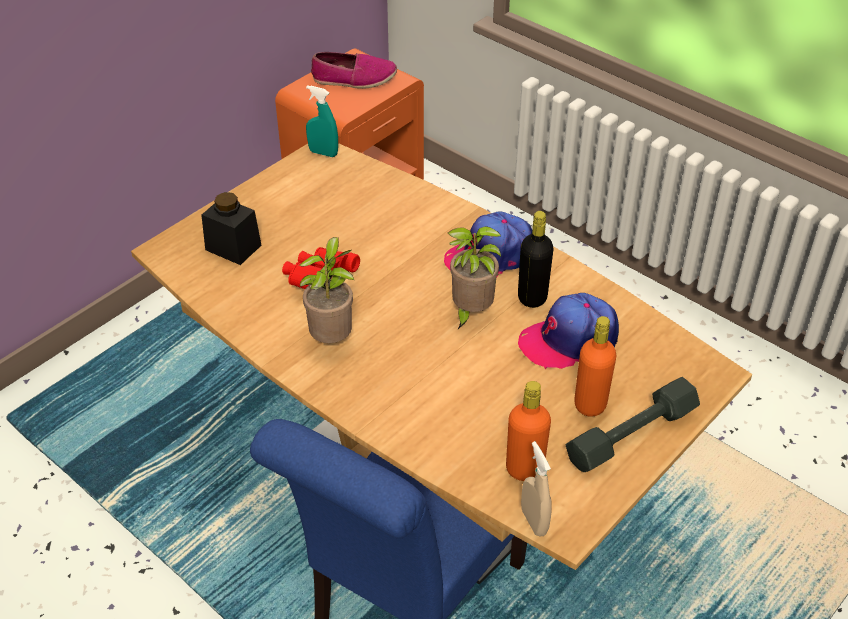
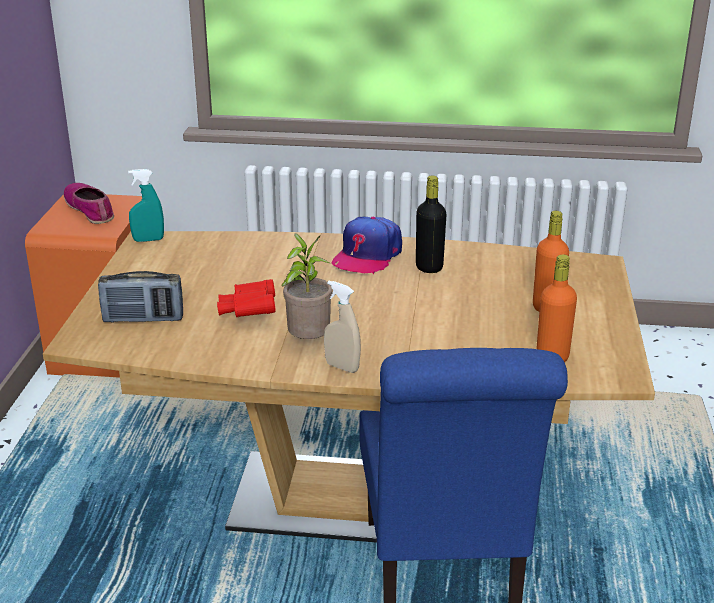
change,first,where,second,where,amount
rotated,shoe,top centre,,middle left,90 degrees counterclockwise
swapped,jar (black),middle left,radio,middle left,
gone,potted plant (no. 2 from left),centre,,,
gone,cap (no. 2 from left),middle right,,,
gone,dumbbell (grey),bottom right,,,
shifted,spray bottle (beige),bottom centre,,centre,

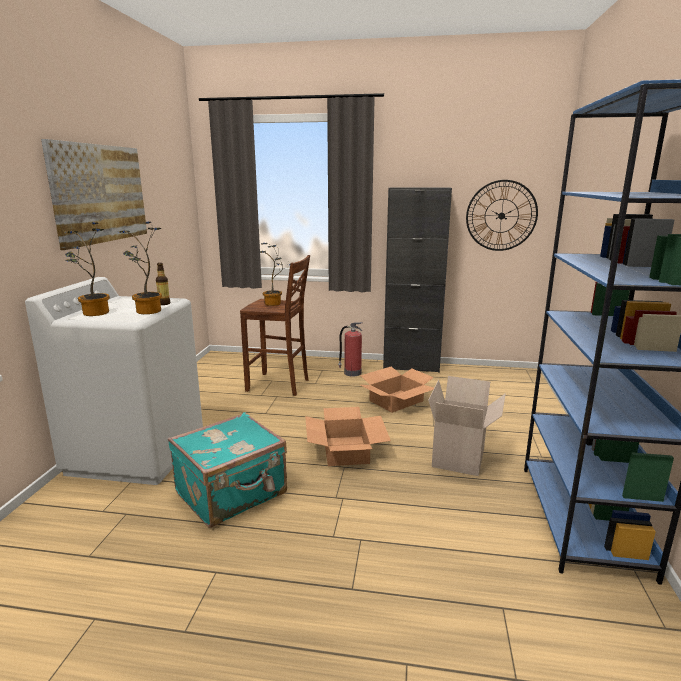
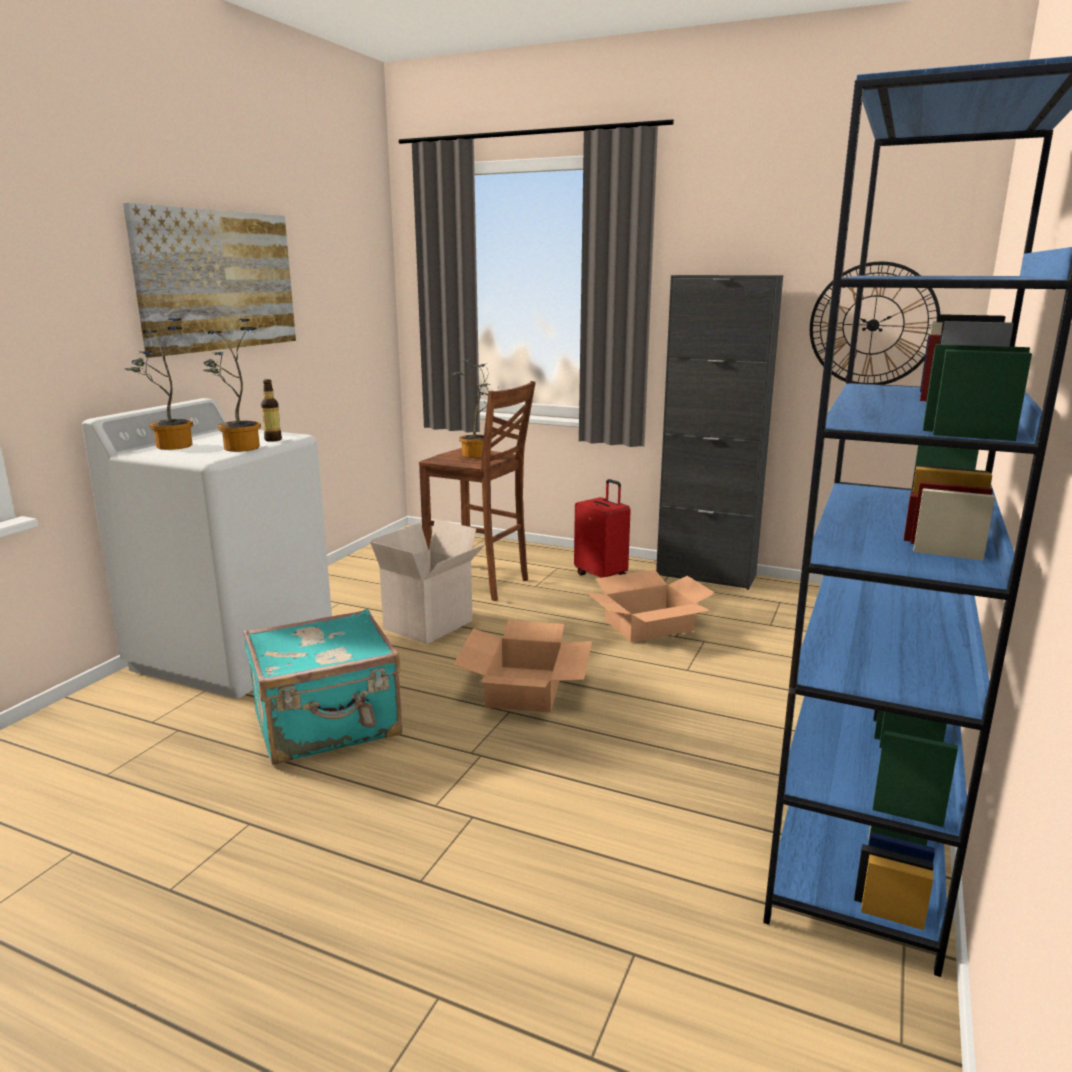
change,first,where,second,where,amount
swapped,fire extinguisher,centre,suitcase (red),centre,
shifted,cardboard box (no. 3 from left in the first image),middle right,cardboard box (no. 1 from left),centre,

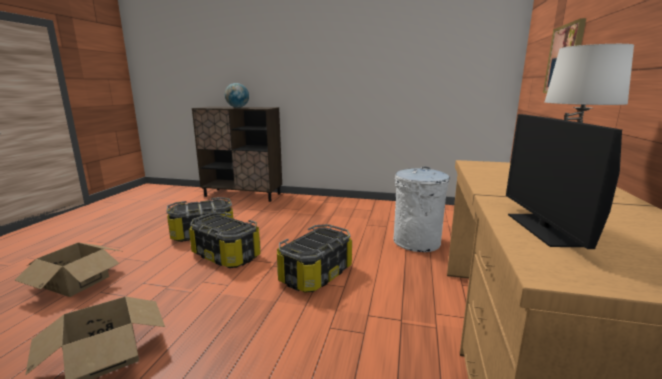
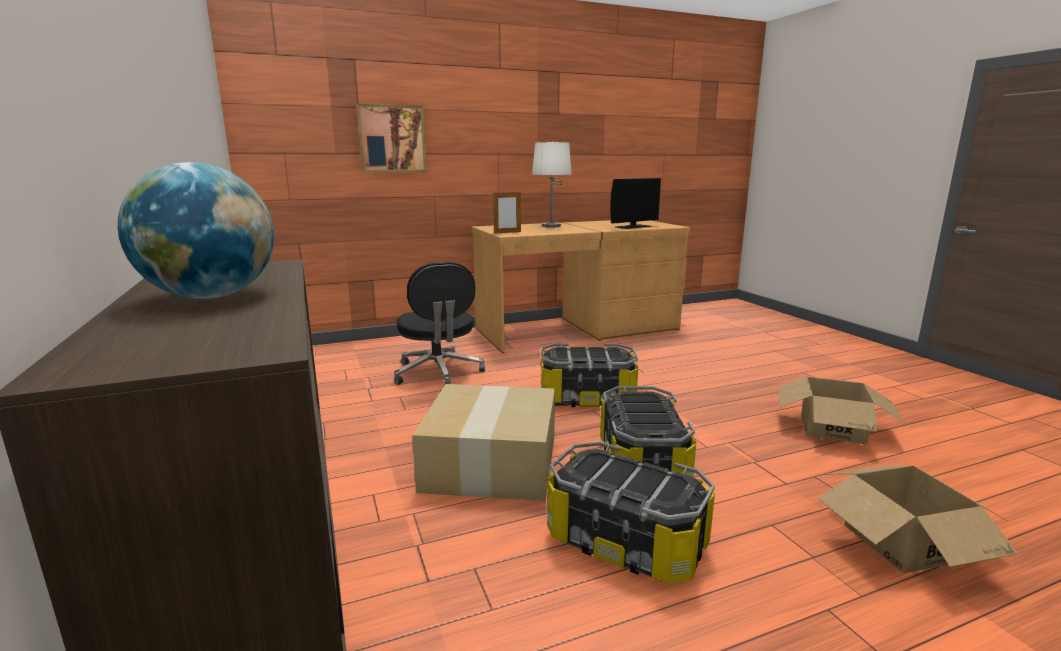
change,first,where,second,where,amount
swapped,trash can (white),centre,office chair (black),centre,
new,,,picture frame,top centre,
new,,,cardboard box (no. 1 from left),bottom centre,

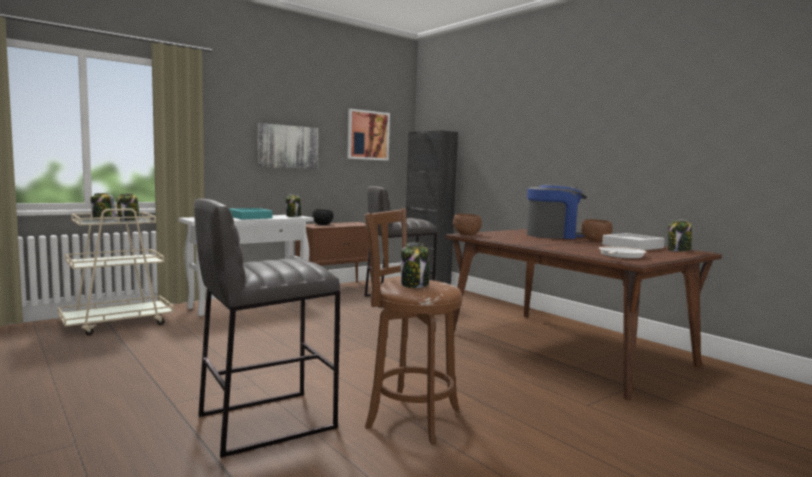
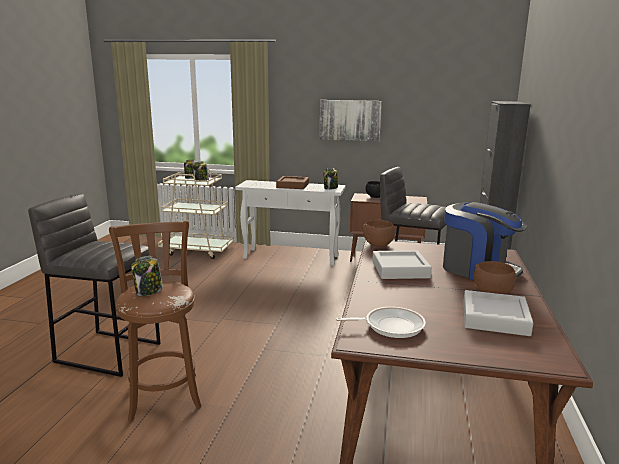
change,first,where,second,where,amount
gone,picture (no. 2 from left),top centre,,,
repainted,tray (turquoise),middle left,tray (brown),centre,
gone,jar (no. 5 from left),middle right,,,
new,,,tray (grey) (no. 1 from left),centre,

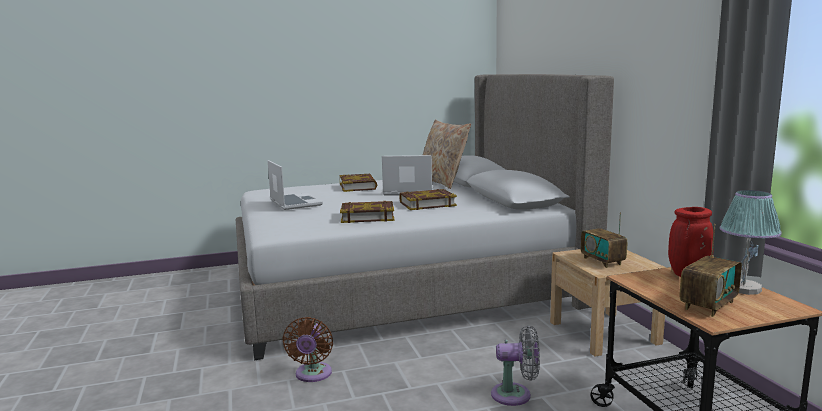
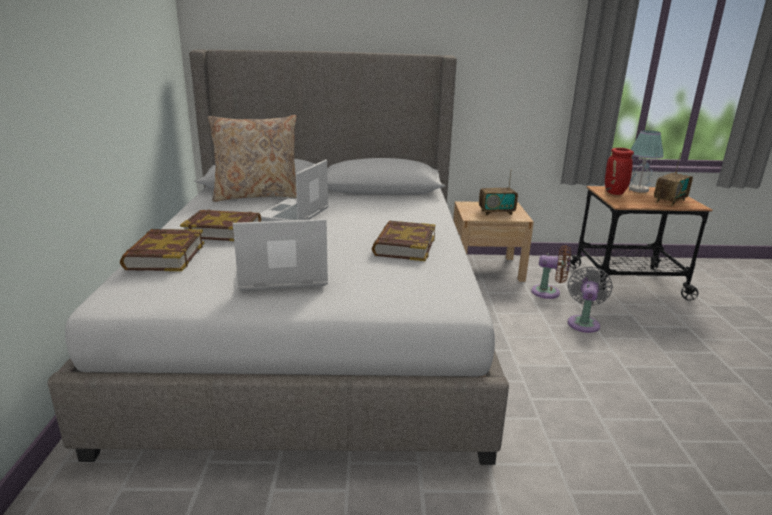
change,first,where,second,where,amount
shifted,book (no. 3 from left in the first image),centre,book (no. 1 from left),middle left,
rotated,radio (no. 2 from left),middle right,,middle right,75 degrees clockwise
shifted,fan (brown),bottom centre,,middle right,

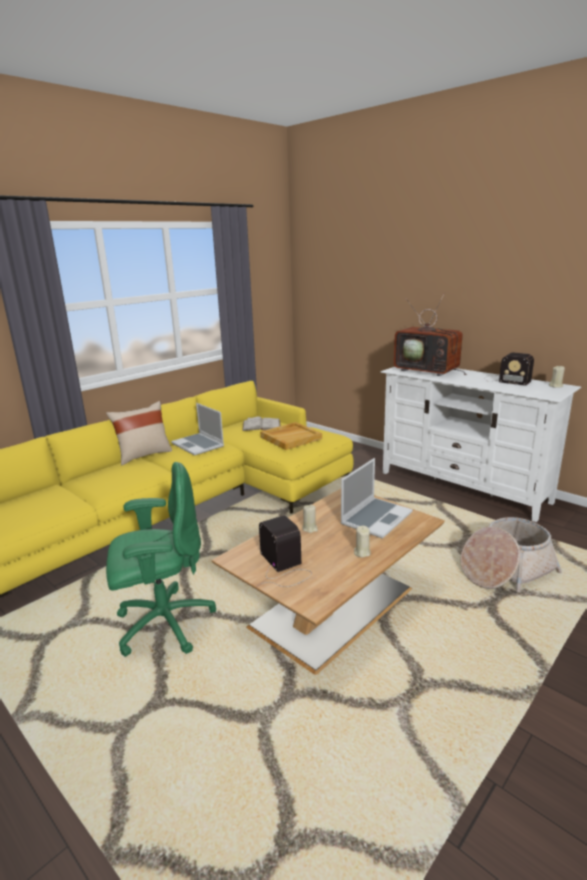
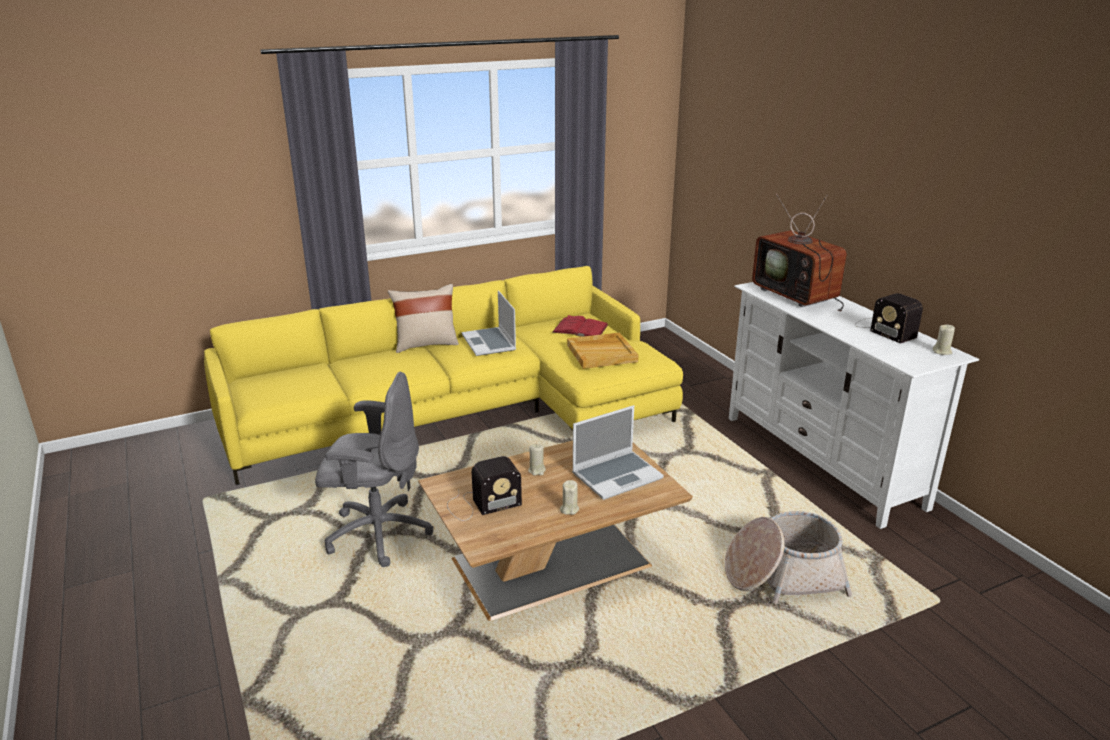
change,first,where,second,where,amount
repainted,book (white),centre,book (red),centre,
repainted,office chair (green),middle left,office chair (grey),centre,
rotated,radio (no. 1 from left),centre,,centre,75 degrees clockwise

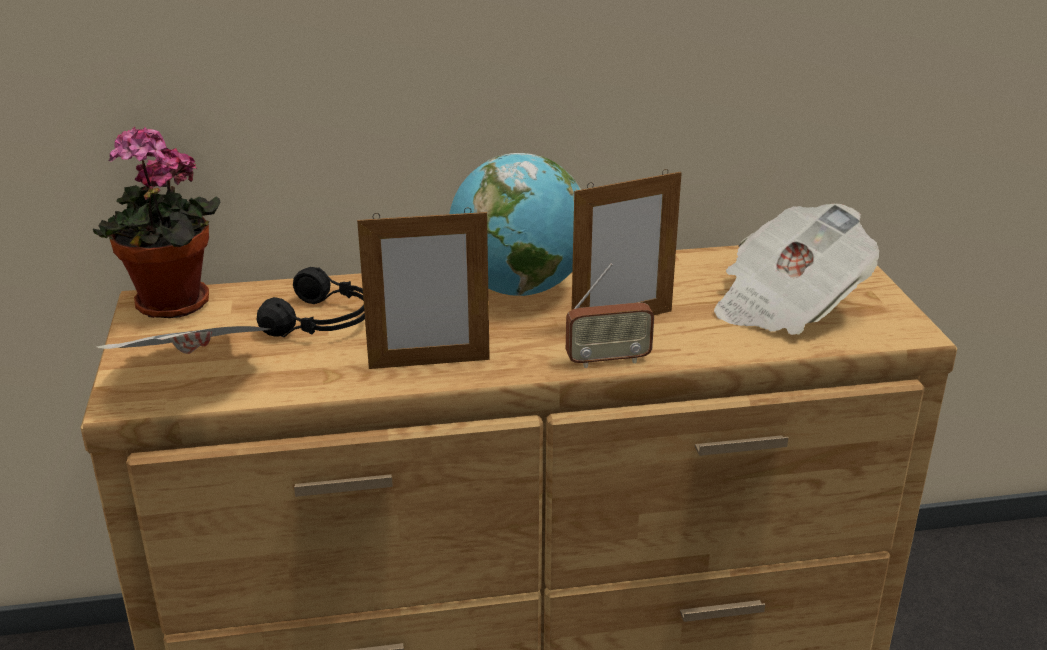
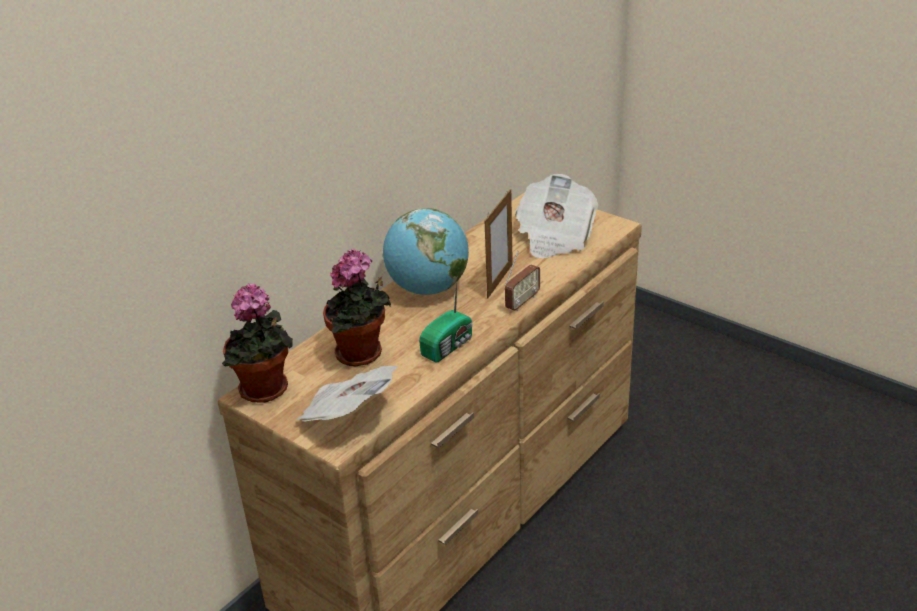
change,first,where,second,where,amount
swapped,picture frame (no. 1 from left),centre,radio (no. 1 from left),centre,
swapped,headphones (black),middle left,potted plant (no. 2 from left),centre,

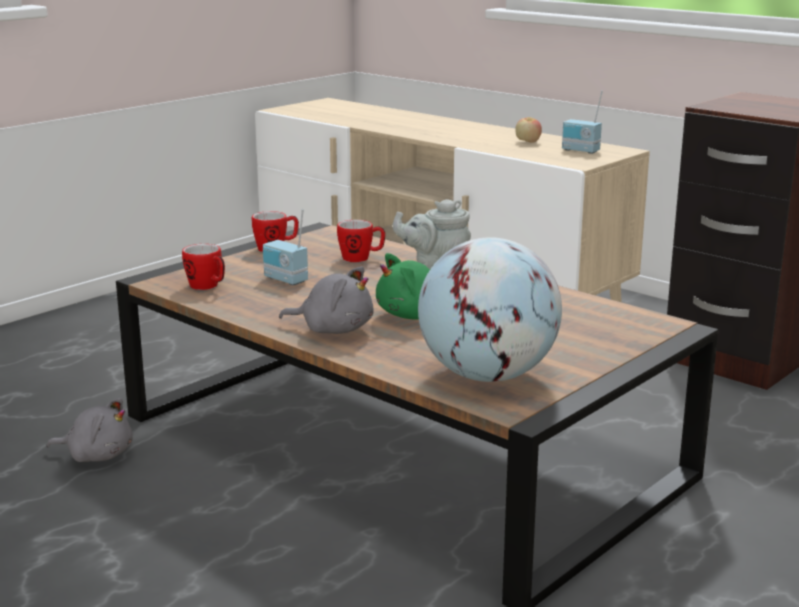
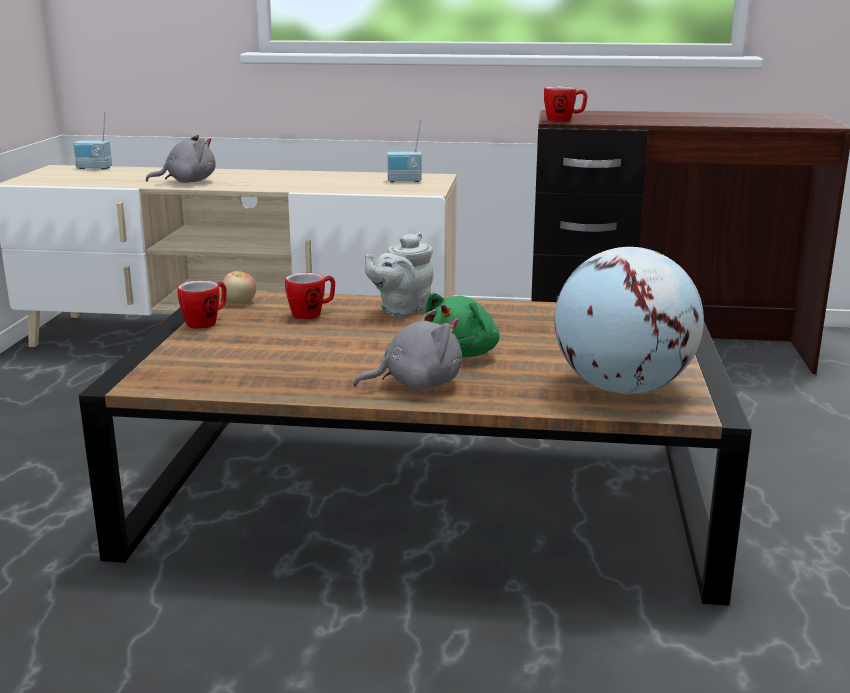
change,first,where,second,where,amount
shifted,apple,top centre,,middle left,
shifted,radio (no. 1 from left),centre,,top left,
shifted,mug (no. 1 from left in the first image),middle left,mug (no. 3 from left),top centre,
shifted,plush toy (grey) (no. 1 from left),bottom left,,top left,

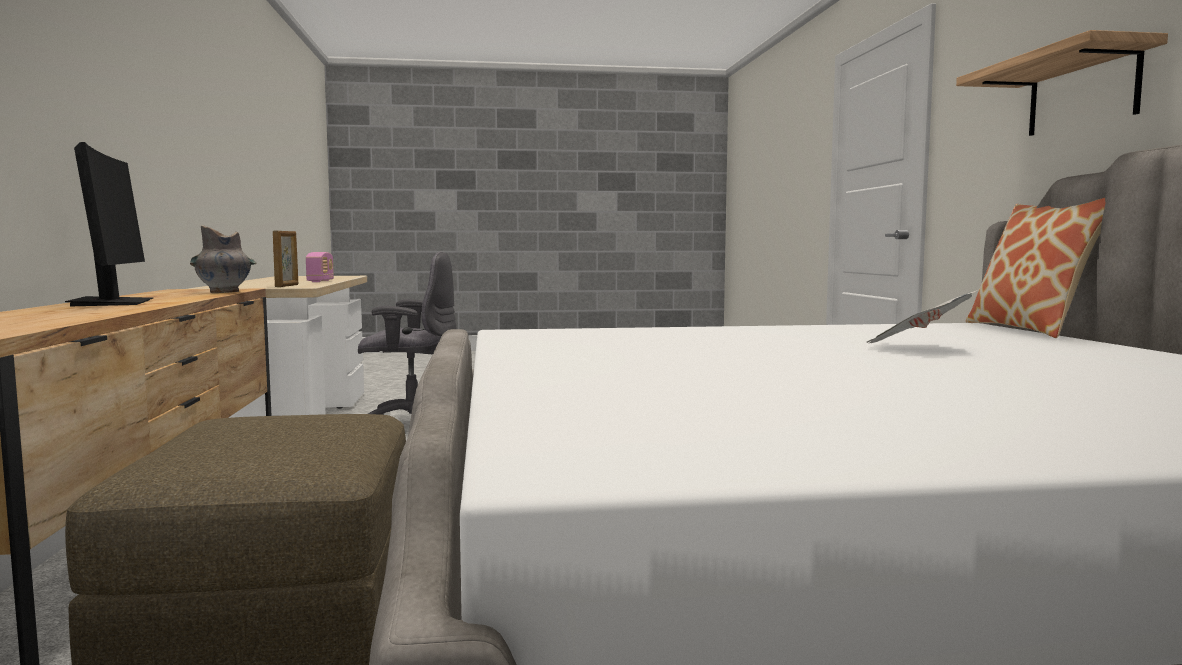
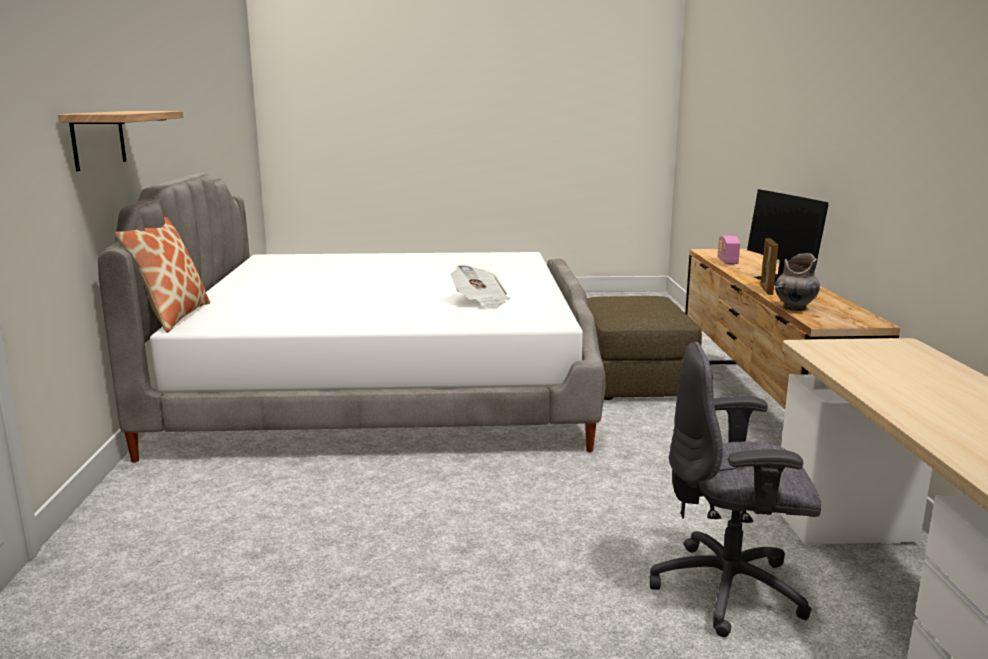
change,first,where,second,where,amount
shifted,picture frame,middle left,,middle right,
shifted,radio,middle left,,middle right,
shifted,newspaper,middle right,,centre,

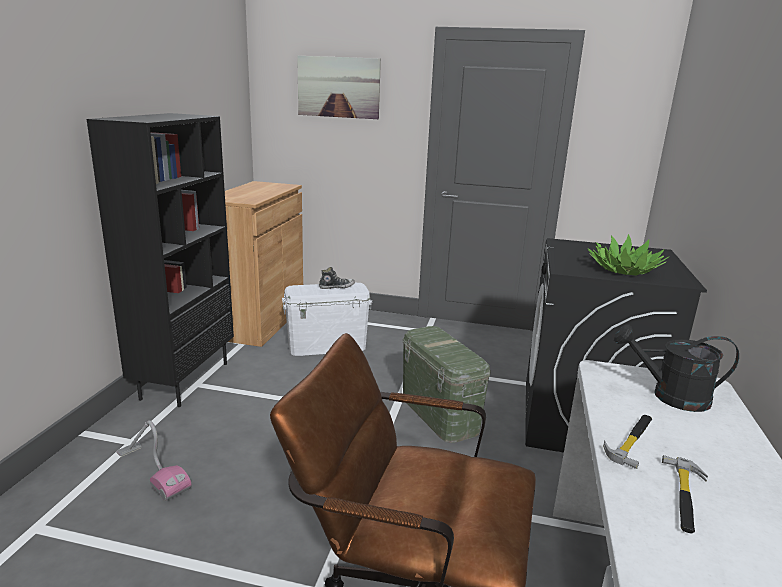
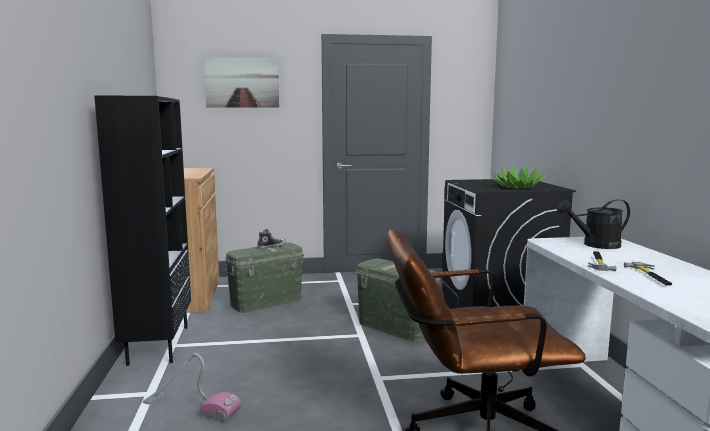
change,first,where,second,where,amount
repainted,storage box (white),centre,storage box (green) (no. 1 from left),centre,

